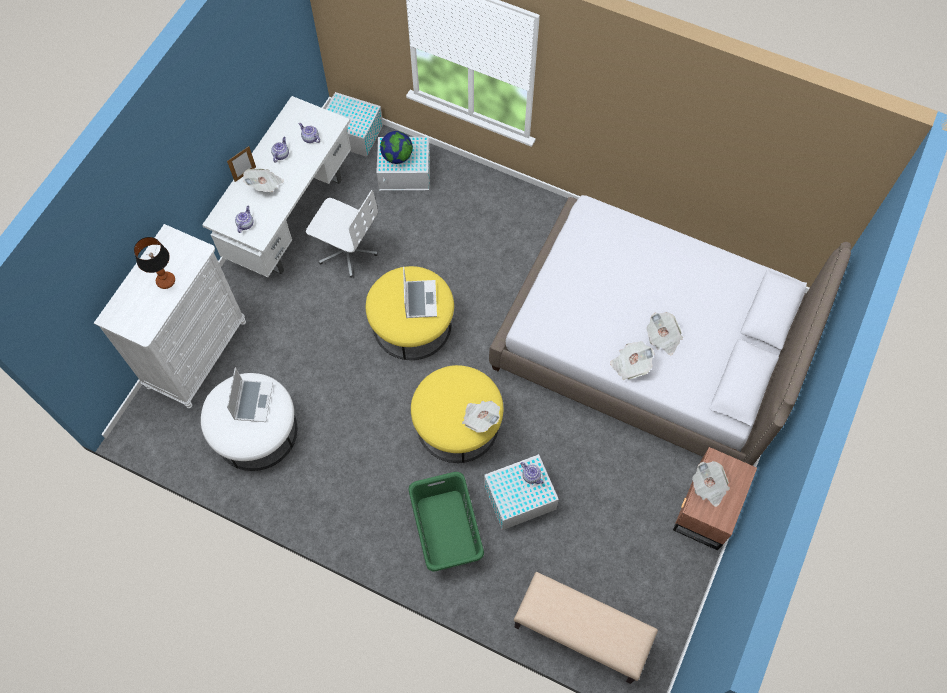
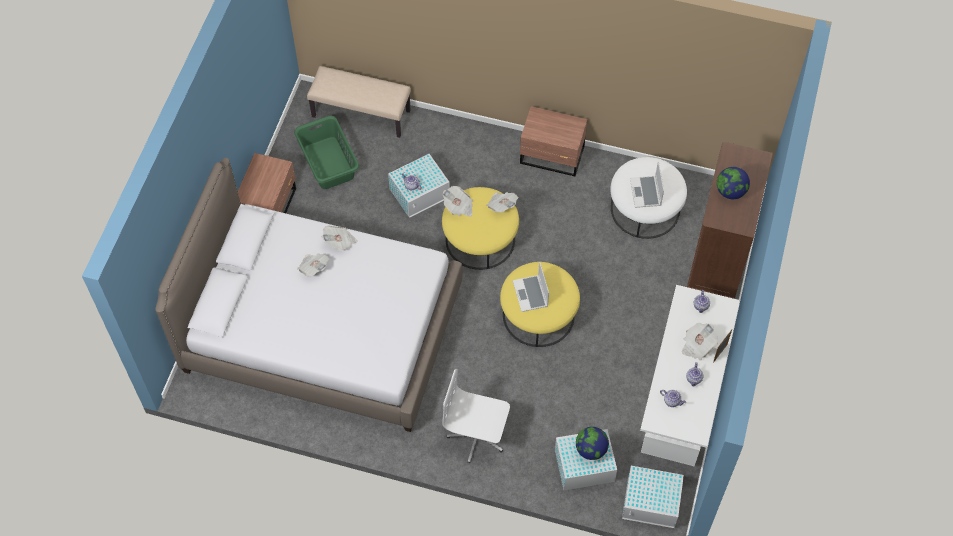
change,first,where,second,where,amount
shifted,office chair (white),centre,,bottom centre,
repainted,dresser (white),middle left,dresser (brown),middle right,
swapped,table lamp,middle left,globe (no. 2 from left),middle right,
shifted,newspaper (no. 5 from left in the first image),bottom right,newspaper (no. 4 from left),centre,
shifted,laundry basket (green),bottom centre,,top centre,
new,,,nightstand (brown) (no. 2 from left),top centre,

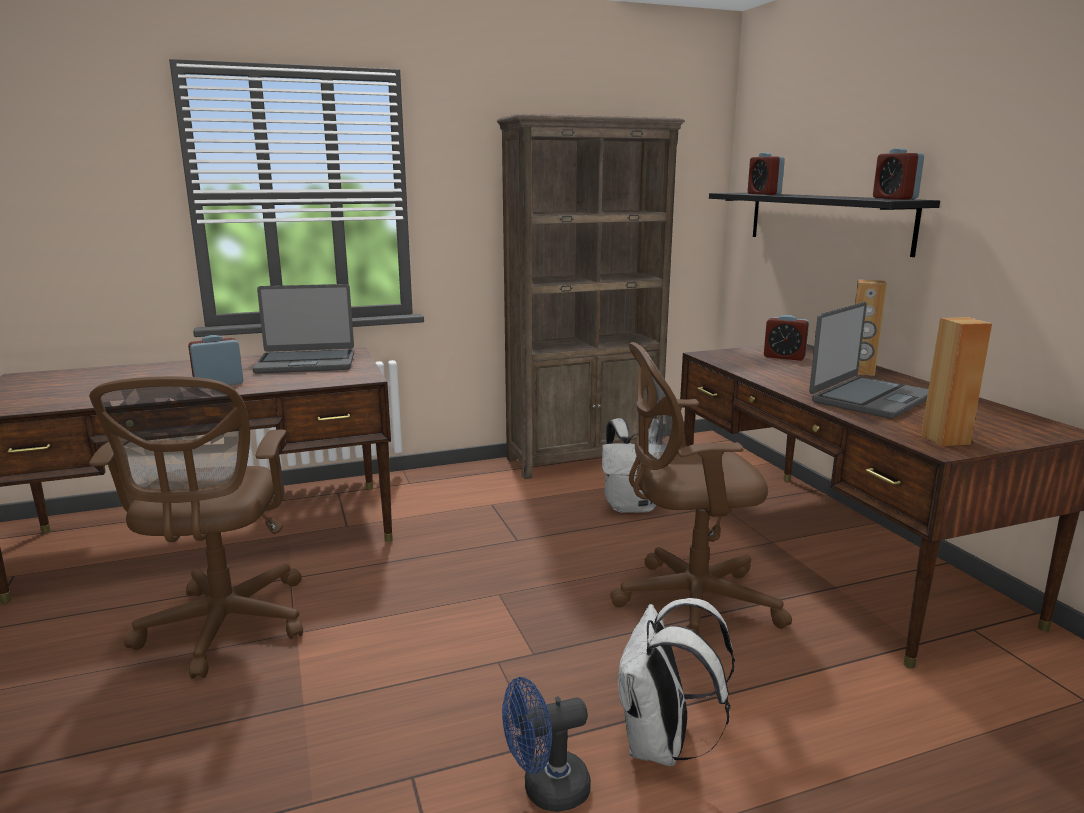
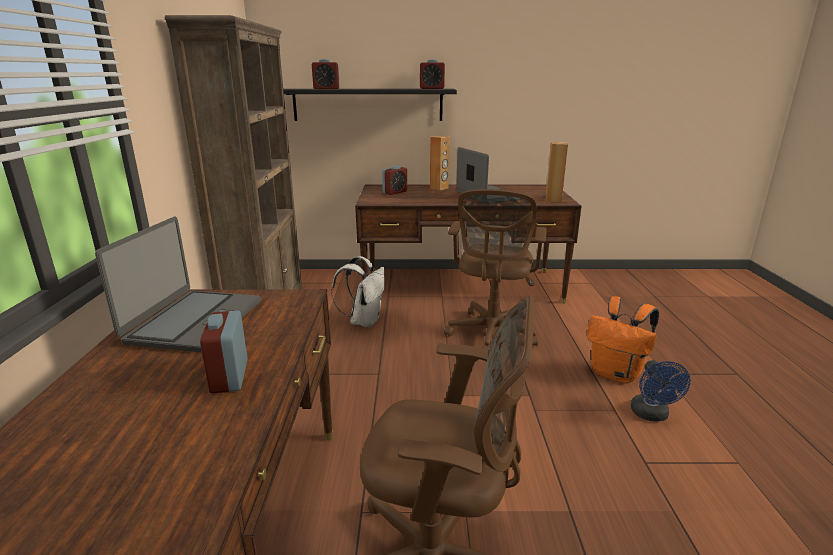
change,first,where,second,where,amount
repainted,backpack (white) (no. 2 from left),bottom centre,backpack (orange),middle right,

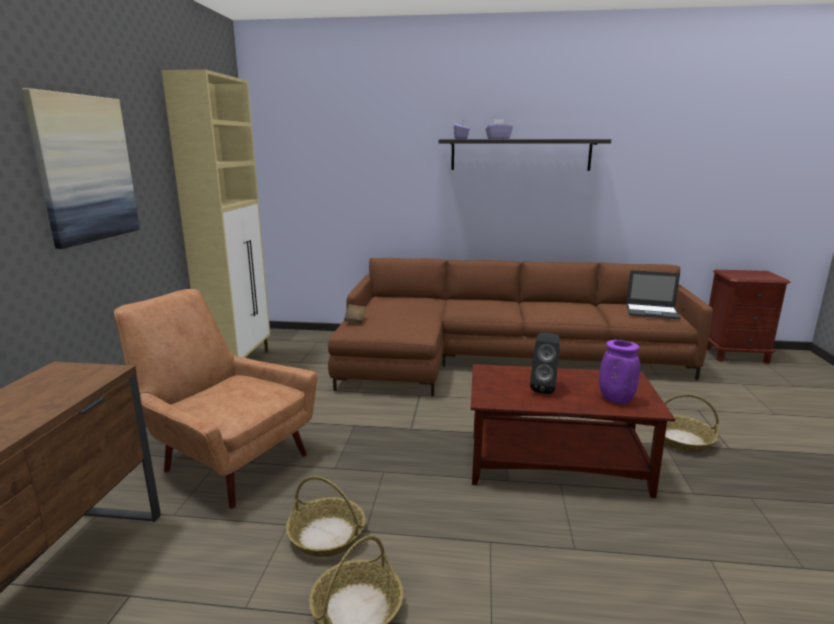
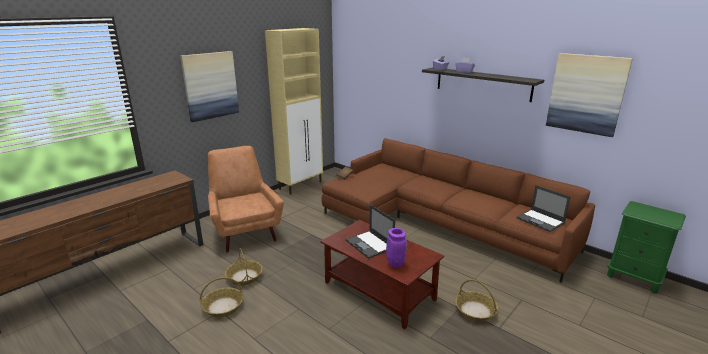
change,first,where,second,where,amount
repainted,nightstand (brown),middle right,nightstand (green),bottom right,
swapped,speaker (black),centre,laptop (no. 1 from left),centre,
new,,,picture (no. 2 from left),top right,

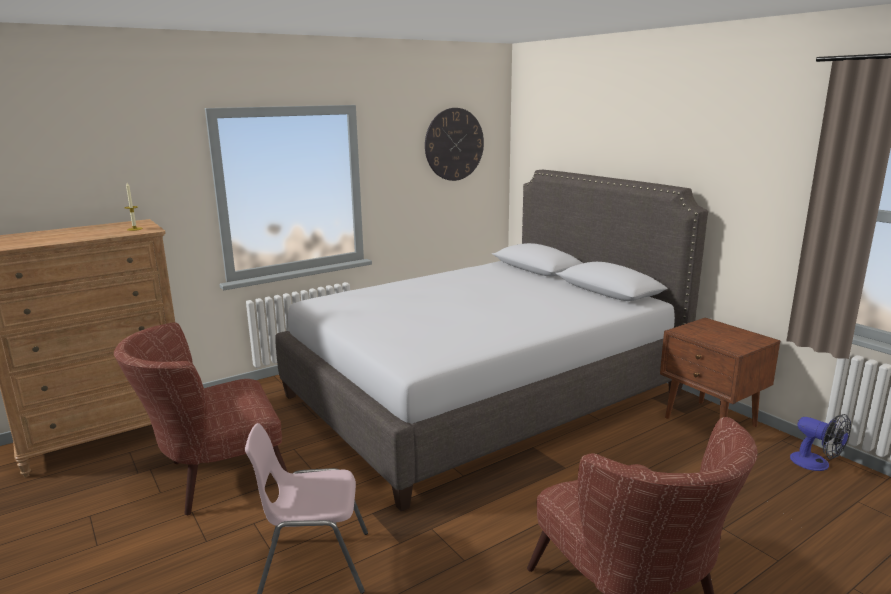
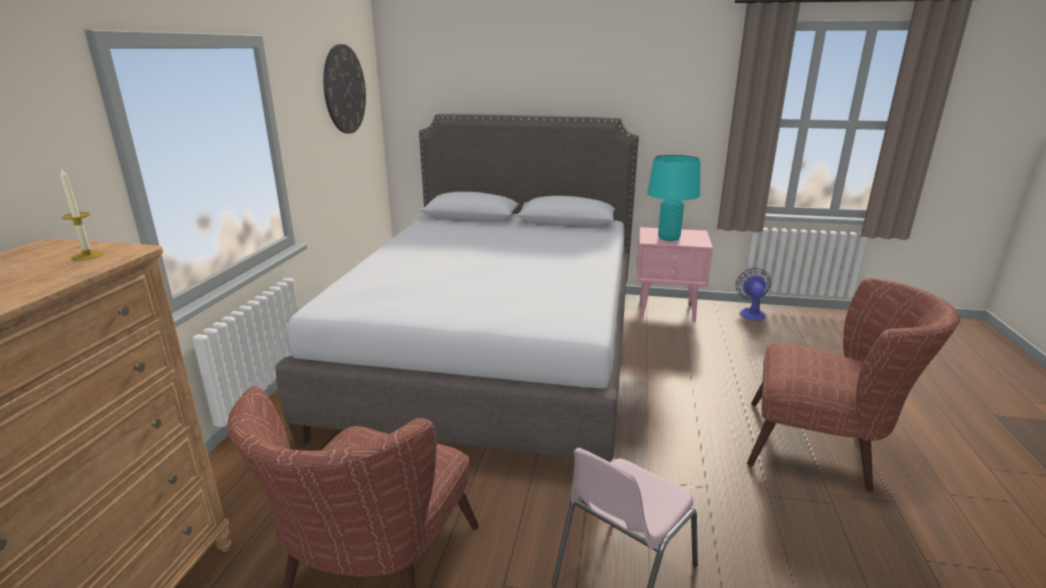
change,first,where,second,where,amount
repainted,nightstand (brown),middle right,nightstand (pink),centre,
rotated,fan,bottom right,,middle right,90 degrees counterclockwise
new,,,table lamp (turquoise),centre,

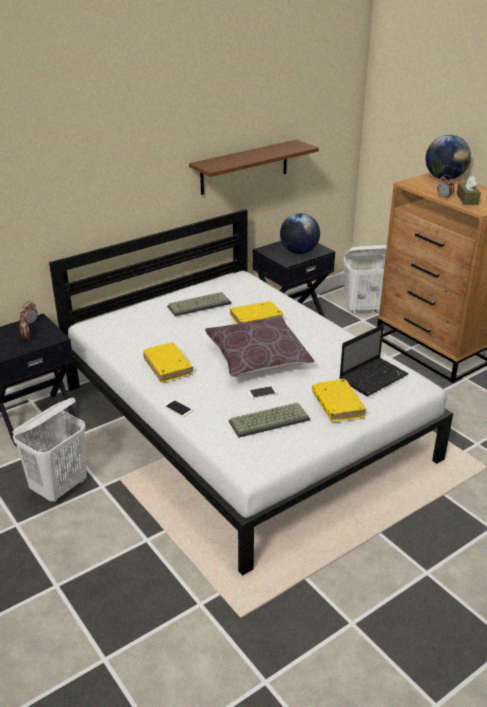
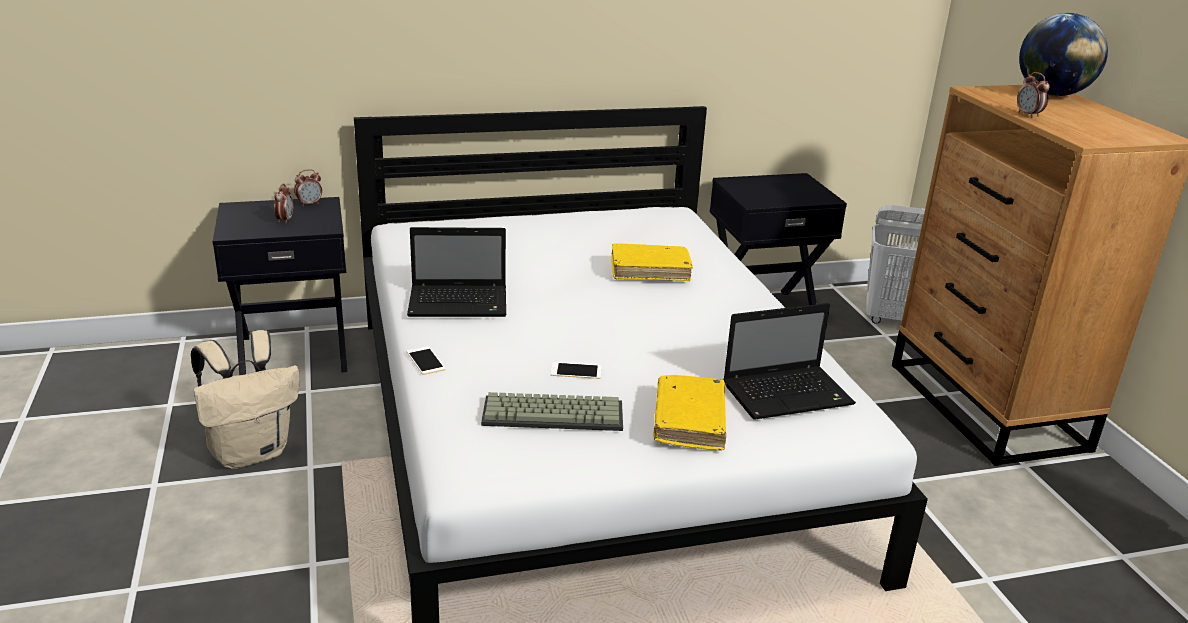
change,first,where,second,where,amount
gone,shelf (brown),top centre,,,
gone,tissue box (brown),top right,,,
gone,globe (no. 1 from left),top centre,,,
gone,keyboard (no. 1 from left),centre,,,
gone,pillow (brown),centre,,,
swapped,book (yellow) (no. 1 from left),centre,laptop (no. 1 from left),centre,
swapped,laundry basket (white) (no. 1 from left),middle left,backpack (beige),middle left,

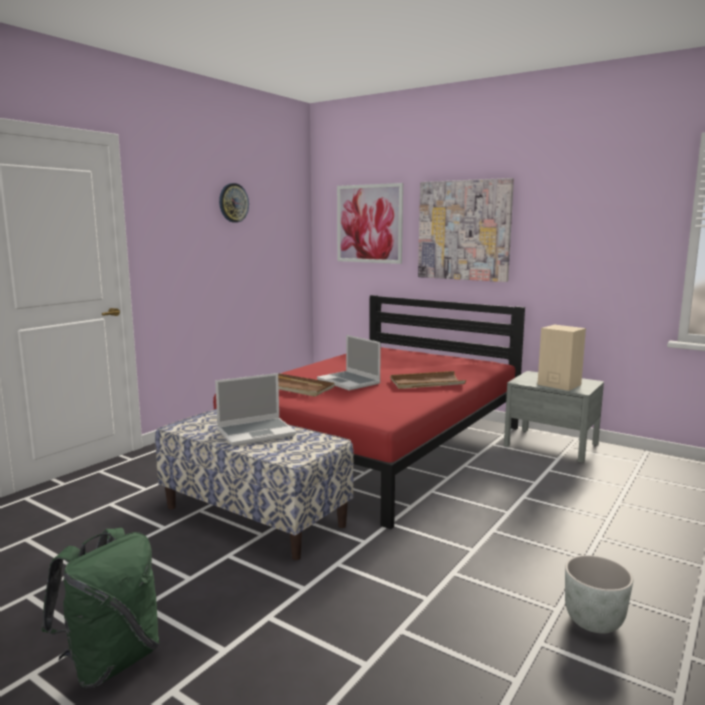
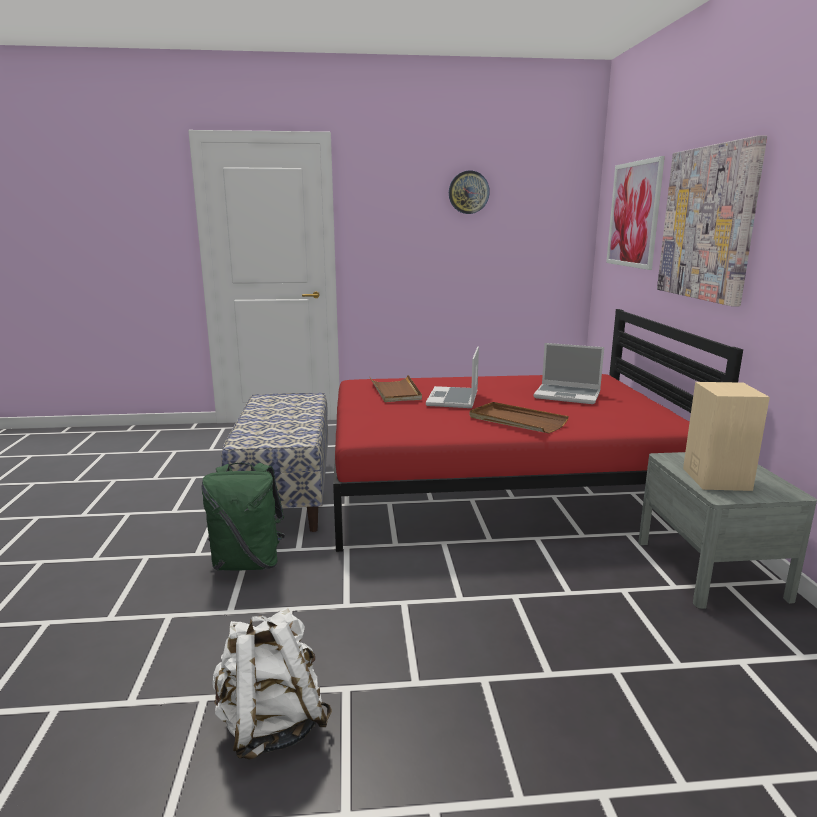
change,first,where,second,where,amount
shifted,laptop (no. 1 from left in the first image),centre,laptop (no. 2 from left),middle right,
shifted,backpack (green),bottom left,,middle left,
swapped,planter (grey),bottom right,backpack (white),bottom left,

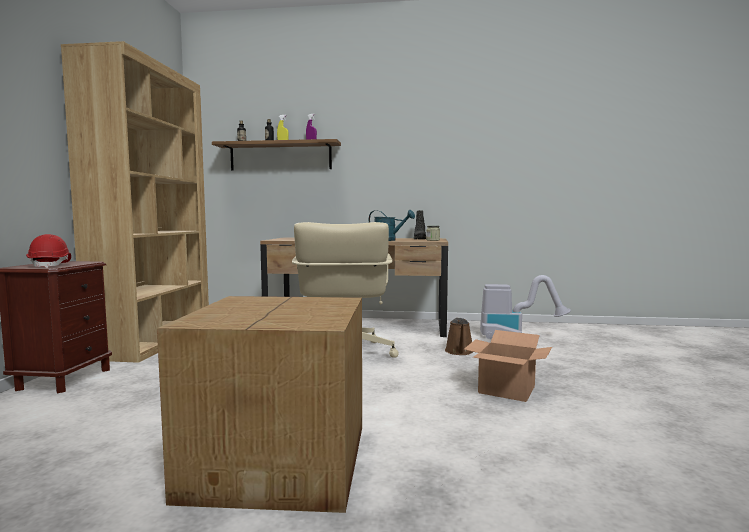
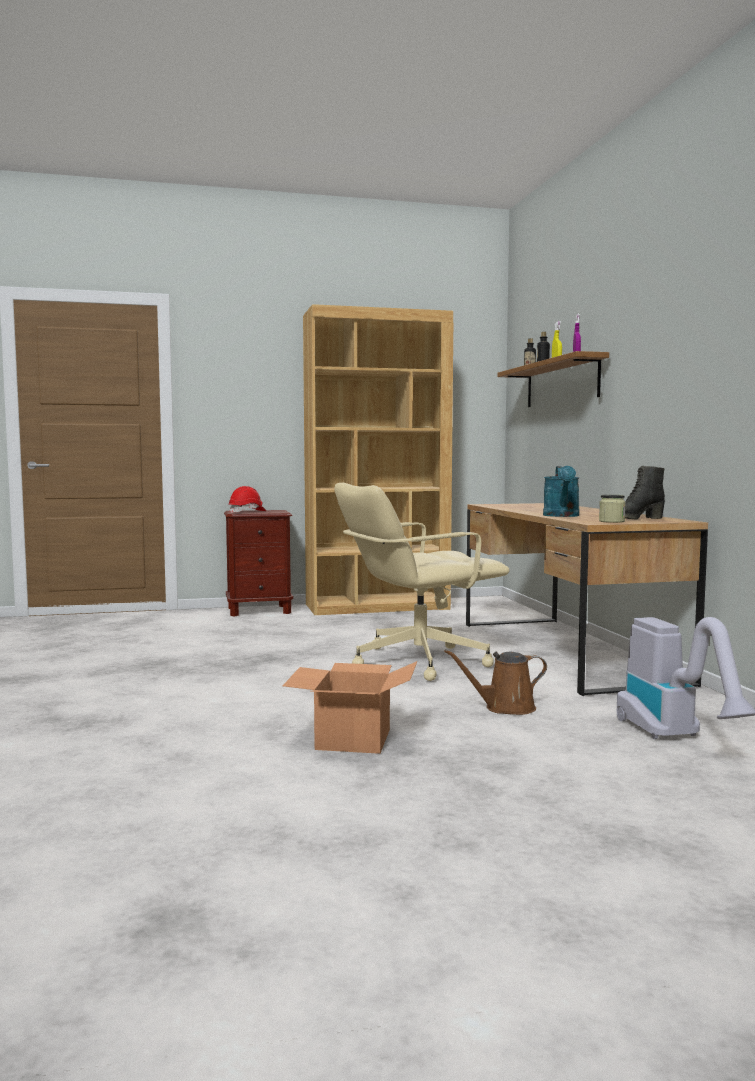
change,first,where,second,where,amount
gone,cardboard box (no. 1 from left),bottom centre,,,

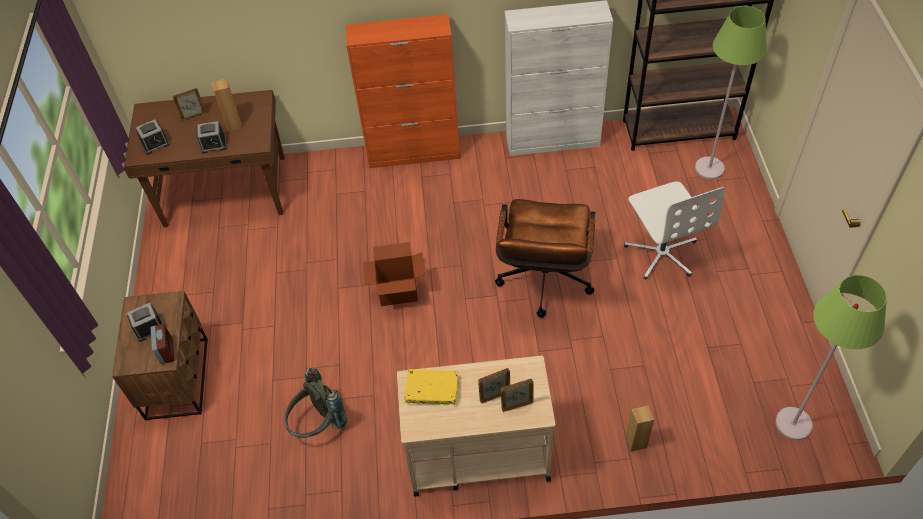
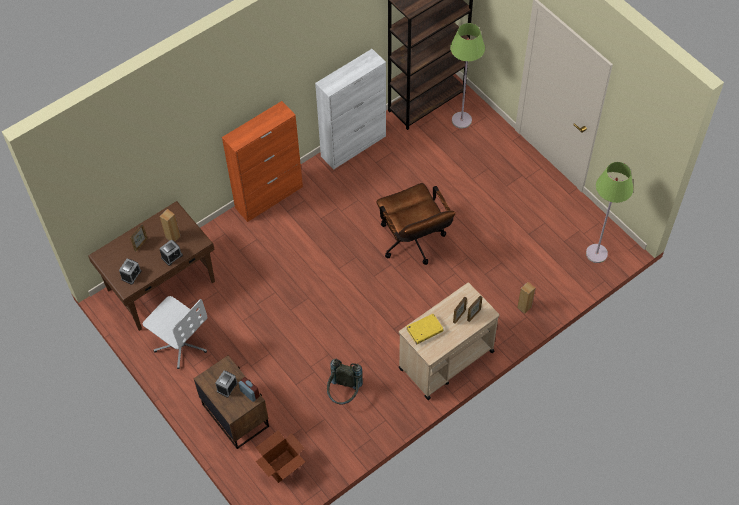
change,first,where,second,where,amount
shifted,office chair (white),middle right,,middle left,
shifted,cardboard box,centre,,bottom centre,

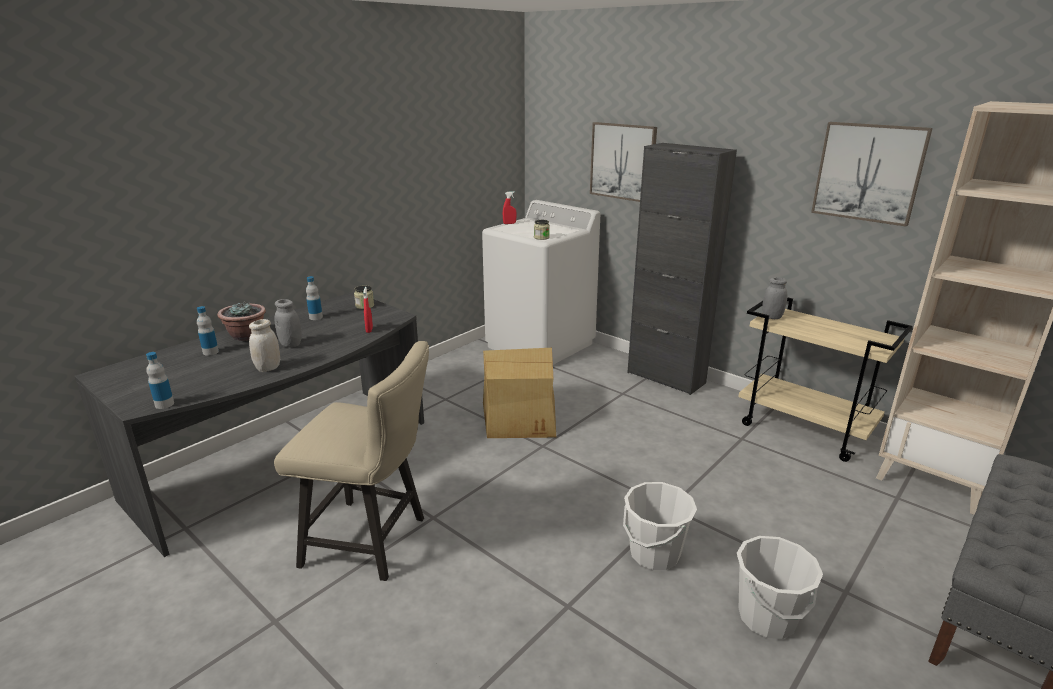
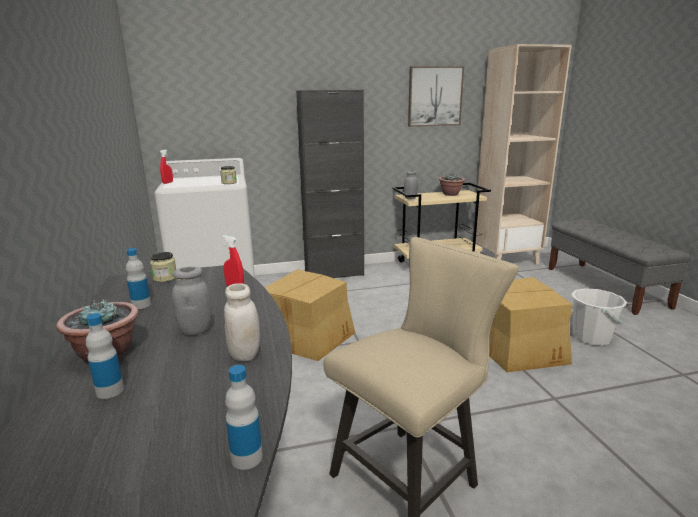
change,first,where,second,where,amount
gone,picture (no. 1 from left),top centre,,,
swapped,bucket (white) (no. 1 from left),bottom centre,cardboard box (no. 2 from left),middle right,
new,,,potted plant (no. 2 from left),centre,

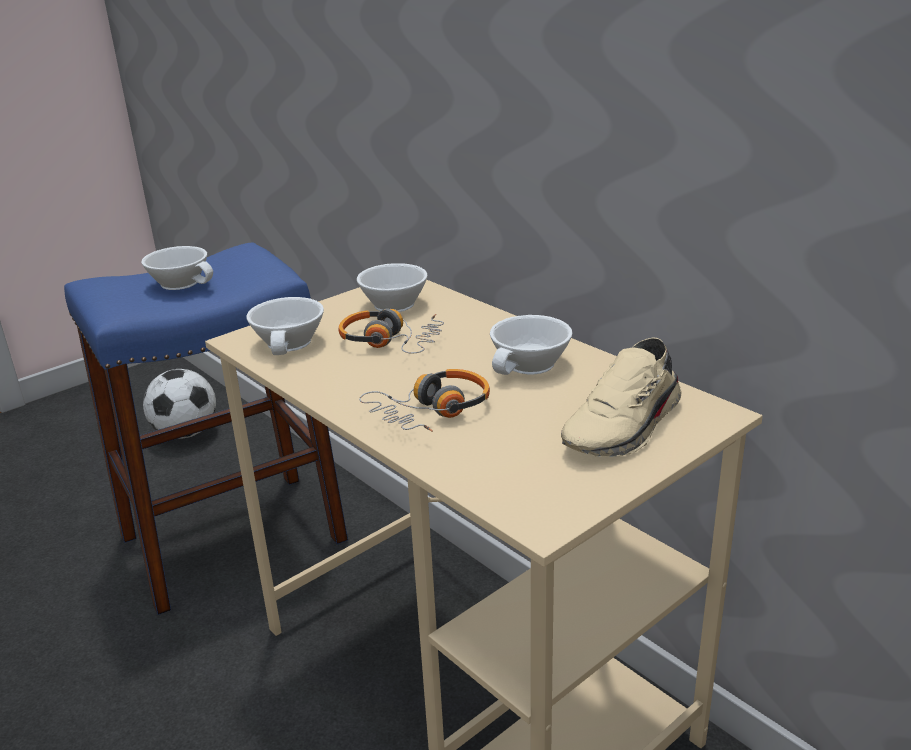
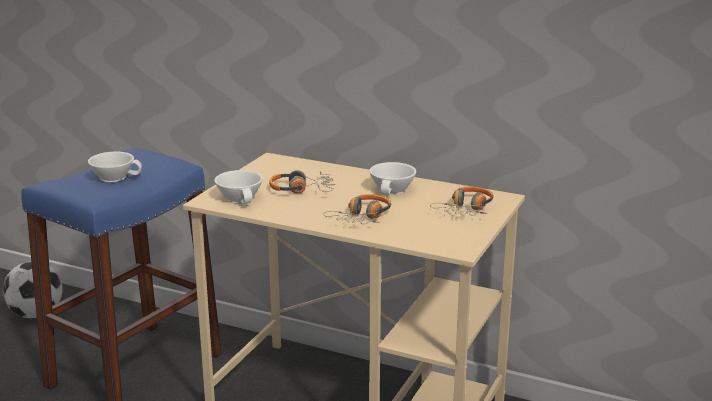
change,first,where,second,where,amount
gone,cup (white) (no. 3 from left),centre,,,
swapped,shoe (beige),middle right,headphones (no. 3 from left),centre,

